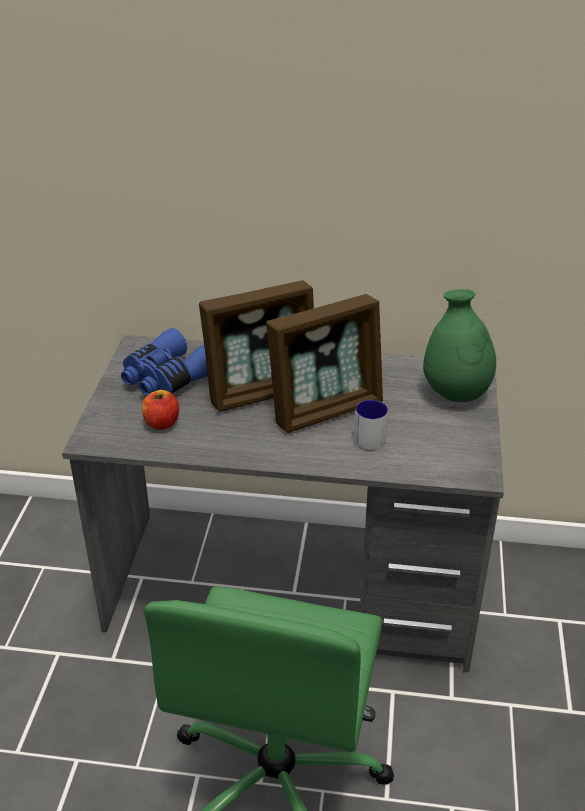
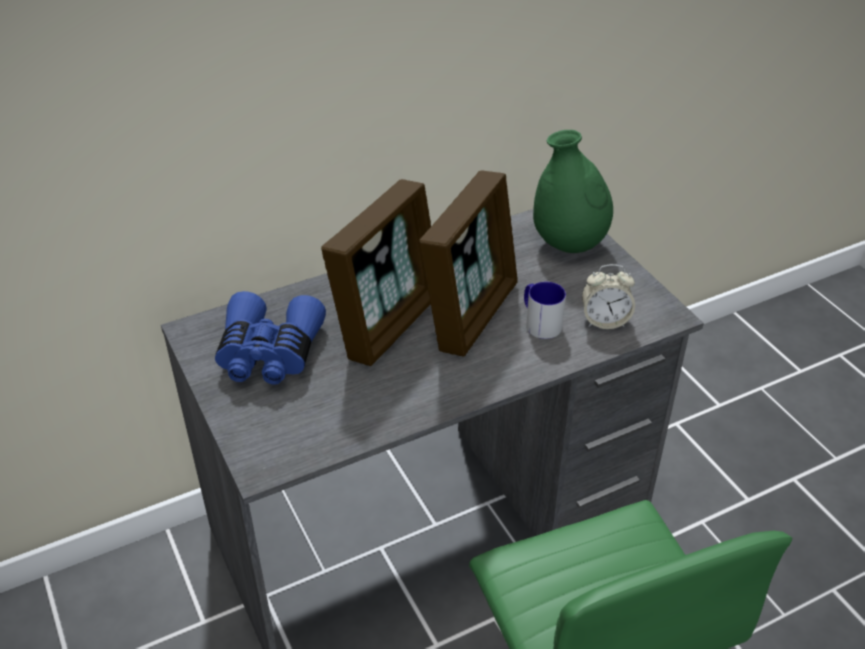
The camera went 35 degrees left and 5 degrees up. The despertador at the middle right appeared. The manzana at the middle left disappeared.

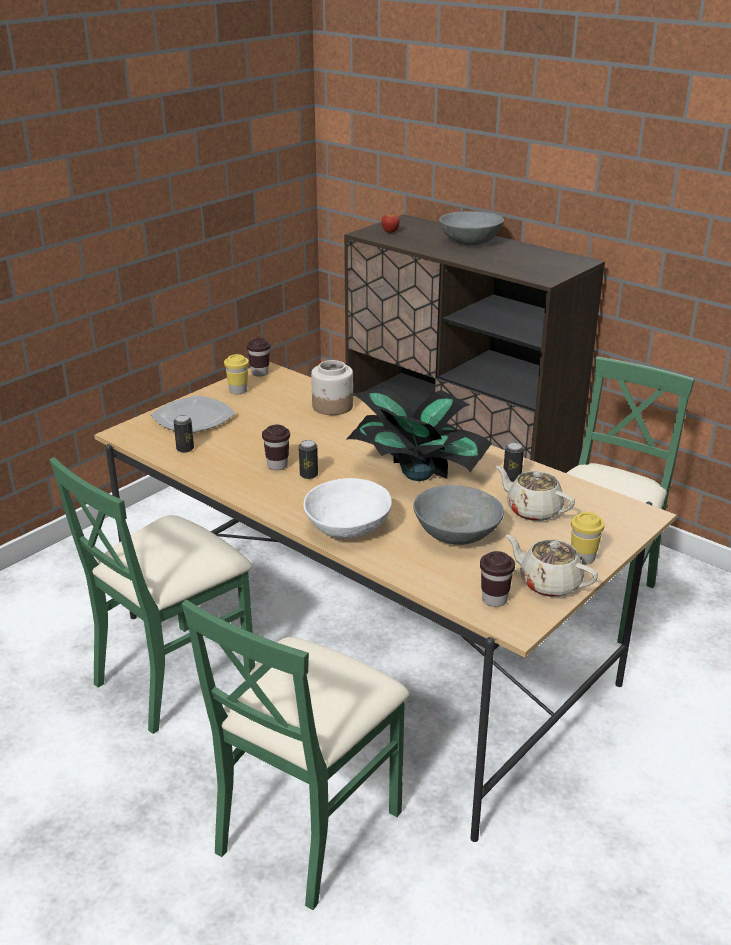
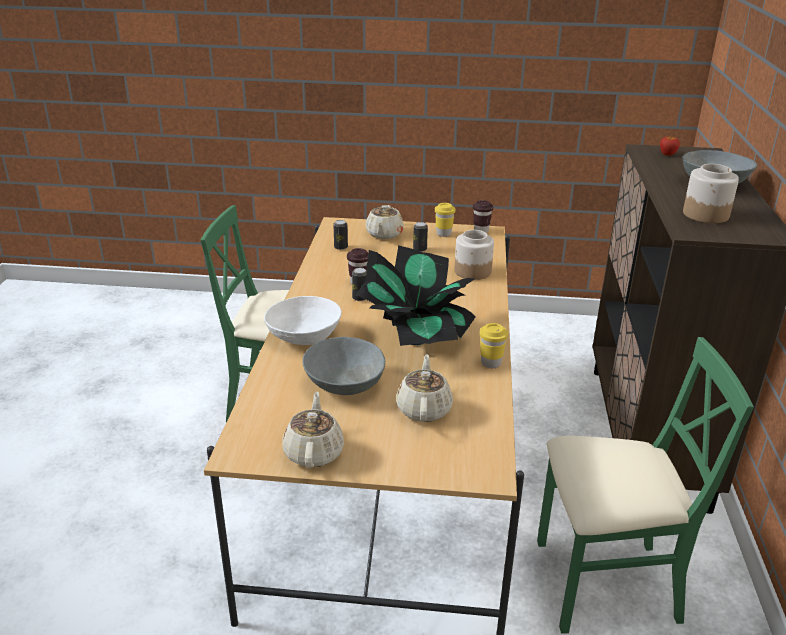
The camera went 55 degrees right and 0 degrees up. The plato at the middle left was replaced by the tetera [beis] (no. 2 from left) at the centre. The lata (no. 3 from left) moved from the middle right to the centre. The taza [amarillo] (no. 2 from left) moved from the middle right to the centre. The tarro (no. 2 from left) at the top right appeared. The silla [verde] (no. 2 from left) at the bottom centre disappeared. The taza [marrón] (no. 3 from left) at the middle right disappeared.

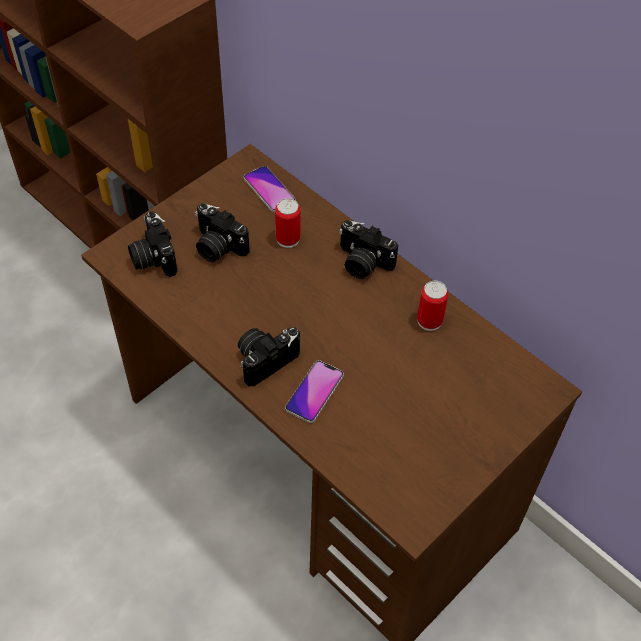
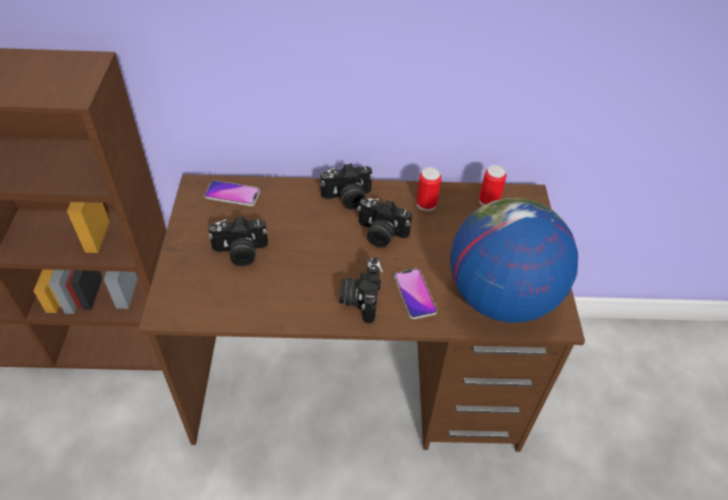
The camera went 45 degrees left and 5 degrees down. The cámara (no. 1 from left in the first image) moved from the middle left to the centre. The globo terráqueo at the middle right appeared. The lata (no. 1 from left in the first image) moved from the centre to the middle right.

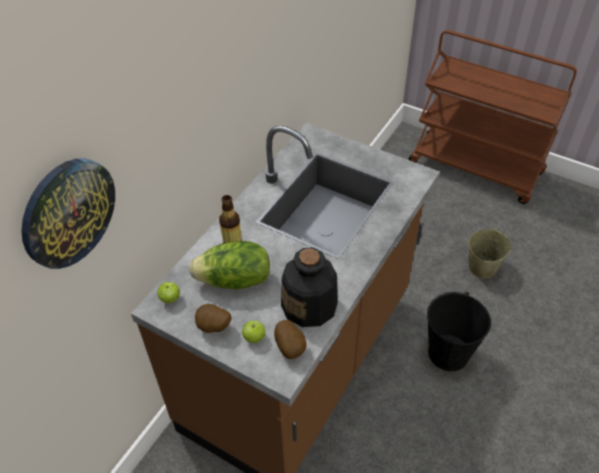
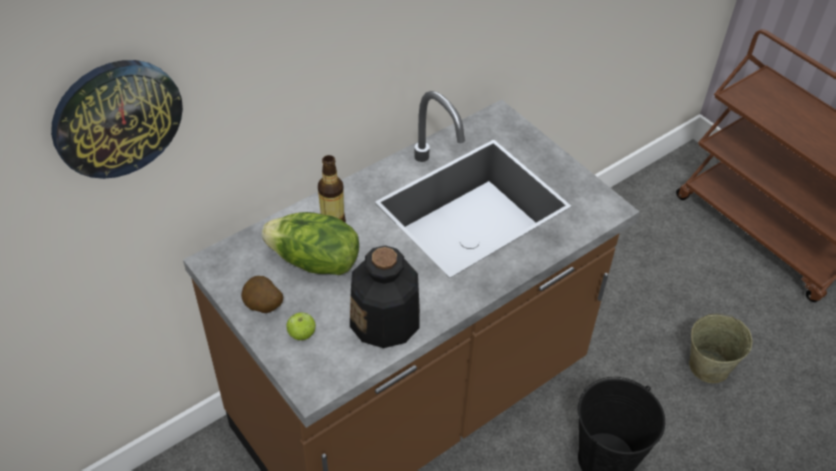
The camera went 20 degrees right and 0 degrees up. The manzana (no. 1 from left) at the middle left disappeared. The patata (no. 2 from left) at the bottom centre disappeared.

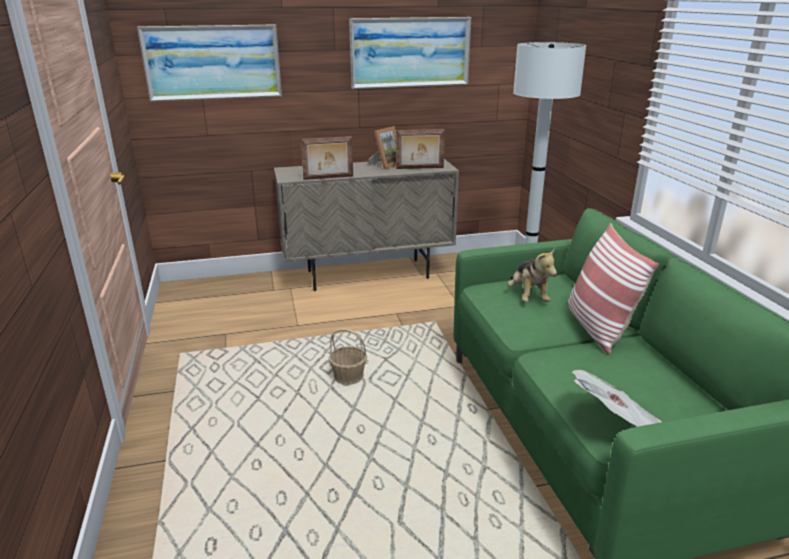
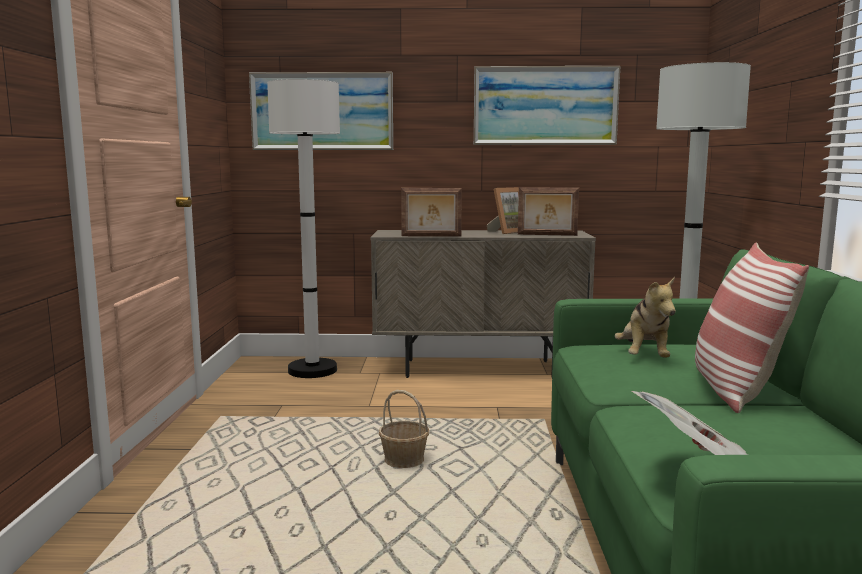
The camera went 15 degrees right and 15 degrees down. The lámpara de pie [blanco] (no. 1 from left) at the centre appeared.

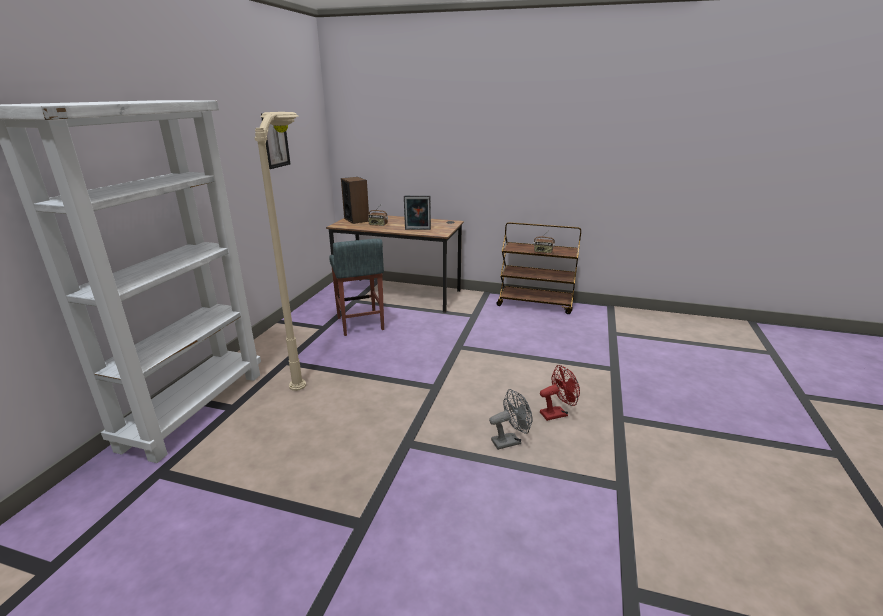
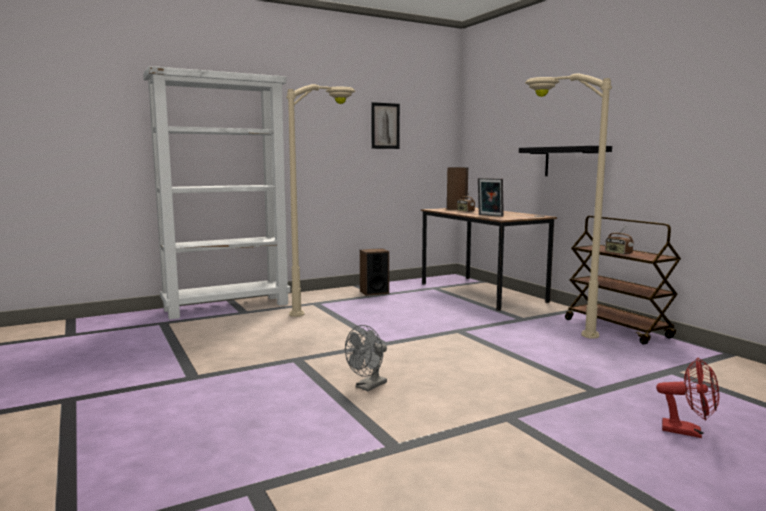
The camera went 45 degrees right and 15 degrees down. The ventilador [gris] at the bottom centre turned 105 degrees clockwise. The altavoz (no. 1 from left) at the centre appeared. The estante [negro] at the top right appeared. The lámpara de pie [beis] (no. 2 from left) at the middle right appeared. The ventilador [rojo] moved from the centre to the bottom right. The taburete [gris] at the centre disappeared.

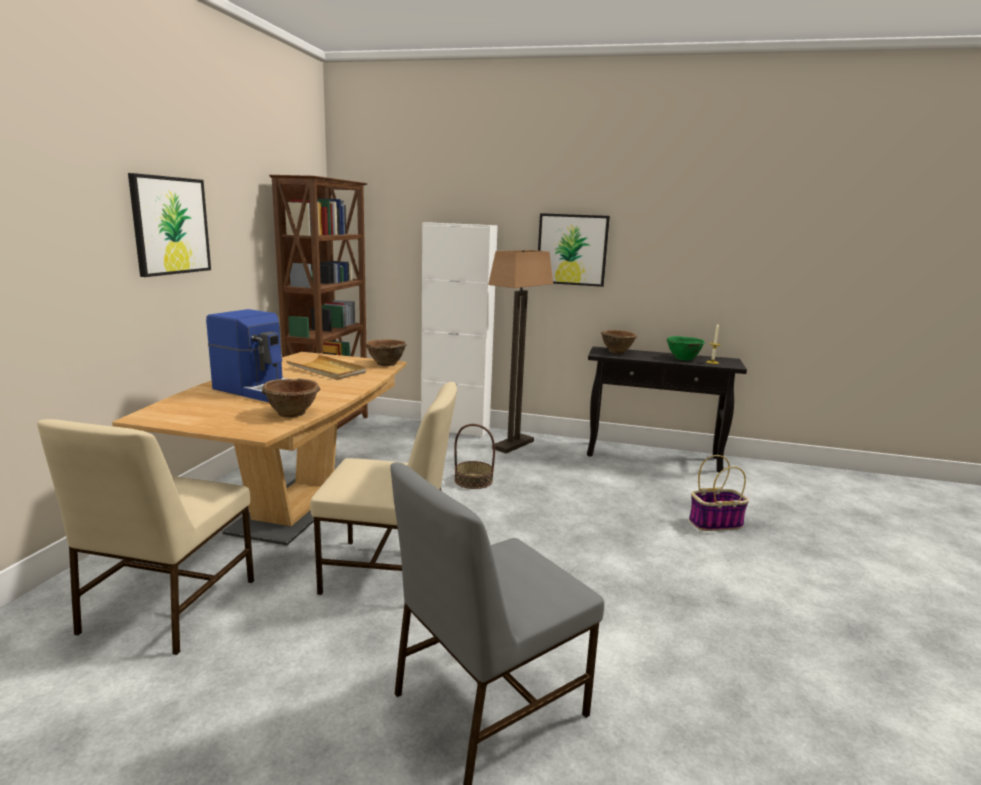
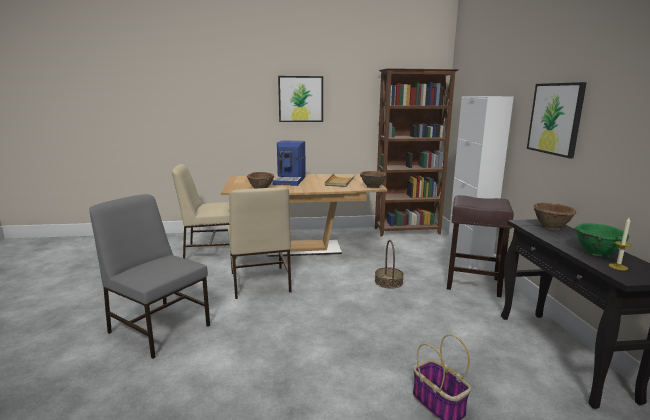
The camera went 70 degrees right and 0 degrees up. The lámpara de pie at the centre was replaced by the taburete [marrón] at the middle right.

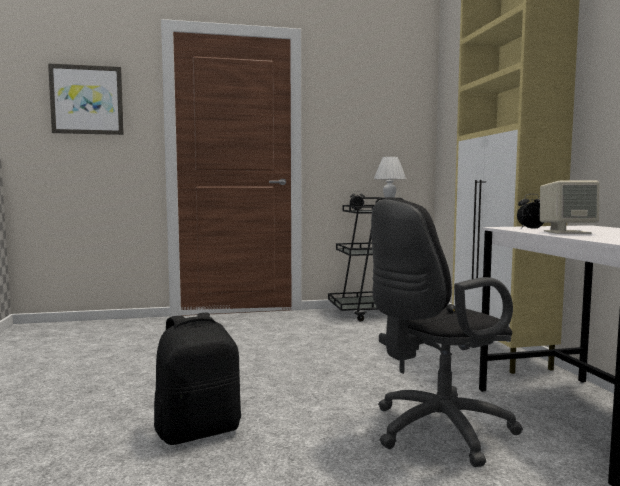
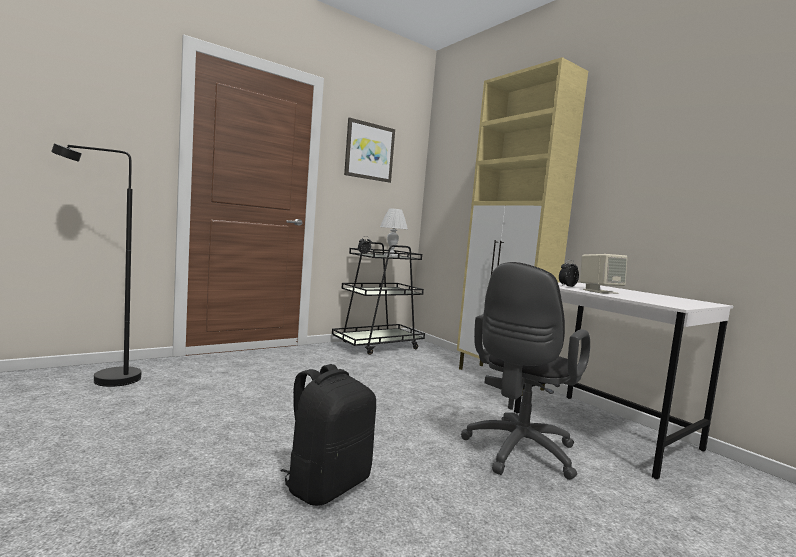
The camera went 25 degrees left and 0 degrees up. The lámpara de pie [negro] at the middle left appeared. The cuadro moved from the top left to the top centre.

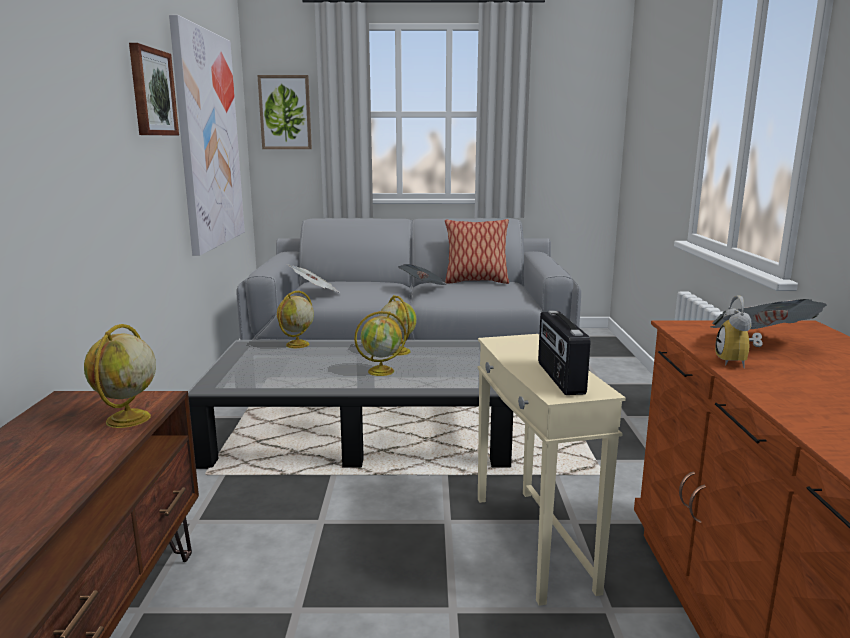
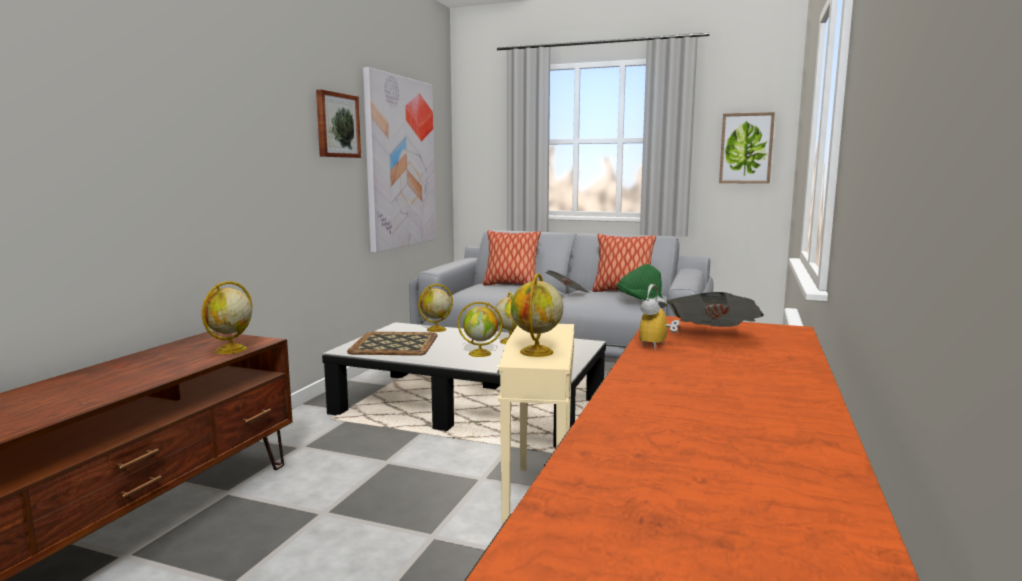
The camera went 20 degrees right and 5 degrees down. The bandeja at the centre appeared. The cojín (no. 1 from left) at the centre appeared. The radio at the centre was replaced by the globo terráqueo (no. 5 from left) at the centre. The sombrero [verde] at the centre appeared. The cuadro (no. 3 from left) moved from the top centre to the top right. The periódico (no. 1 from left) at the centre disappeared.

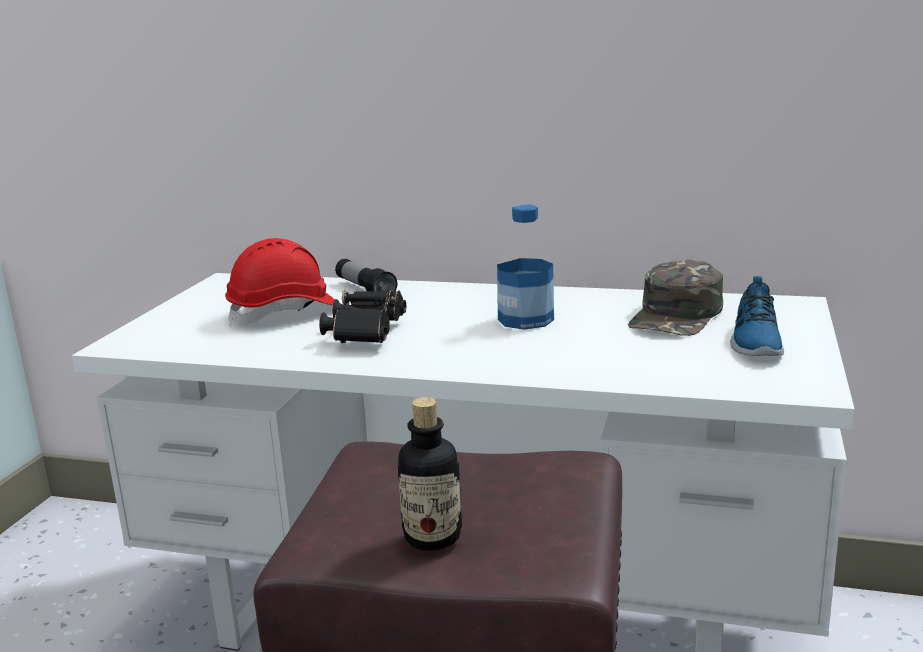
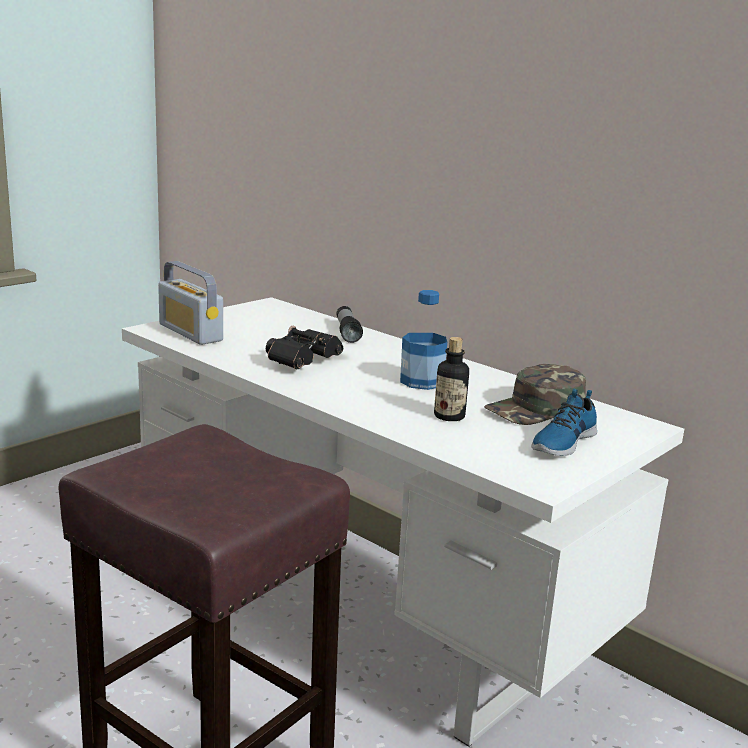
The camera went 25 degrees right and 0 degrees up. The radio at the middle left appeared. The botella (no. 1 from left in the first image) moved from the bottom centre to the centre. The casco [rojo] at the middle left disappeared.

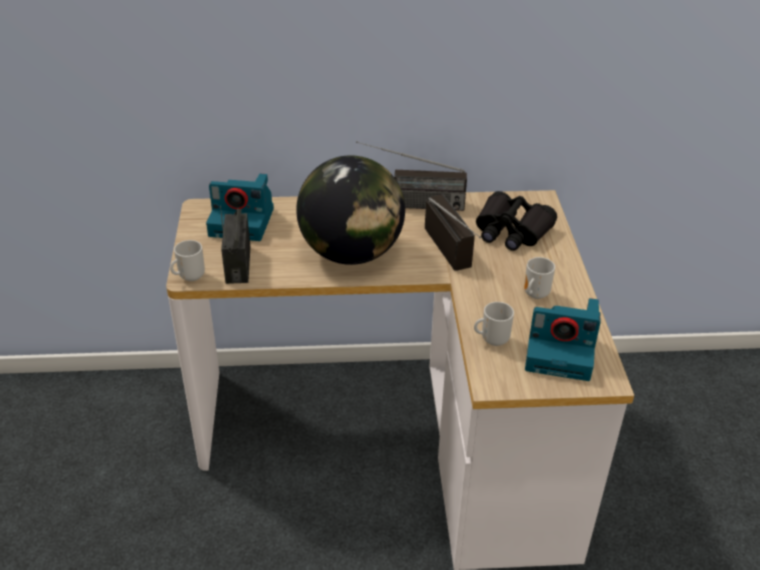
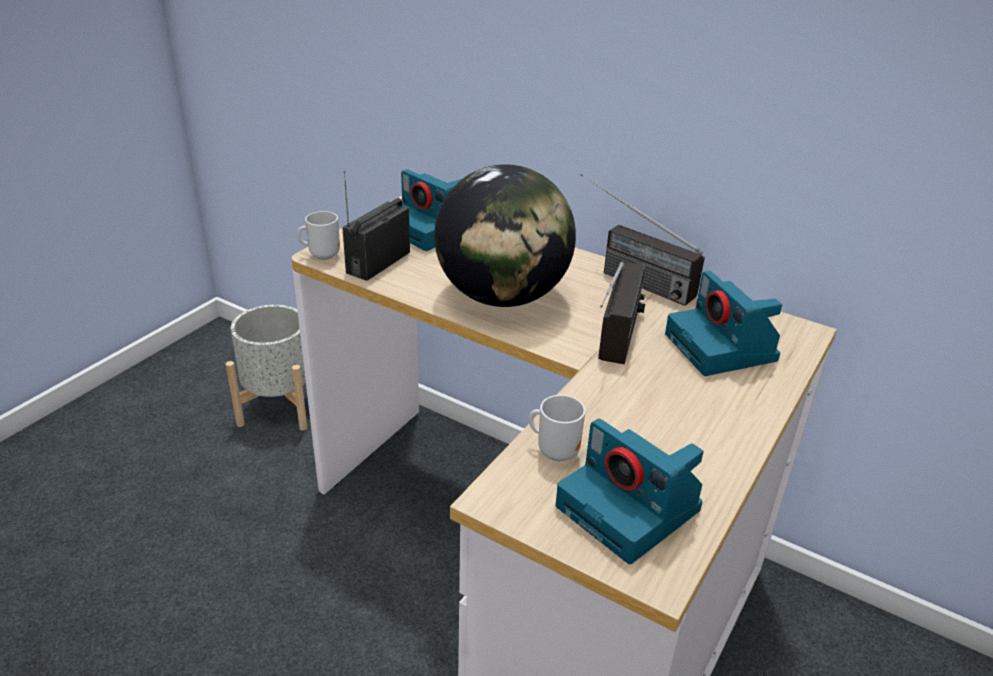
The camera went 35 degrees right and 5 degrees down. The maceta [gris] at the middle left appeared. The prismáticos [negro] at the middle right was replaced by the cámara (no. 3 from left) at the middle right. The taza grande (no. 3 from left) at the middle right disappeared.

